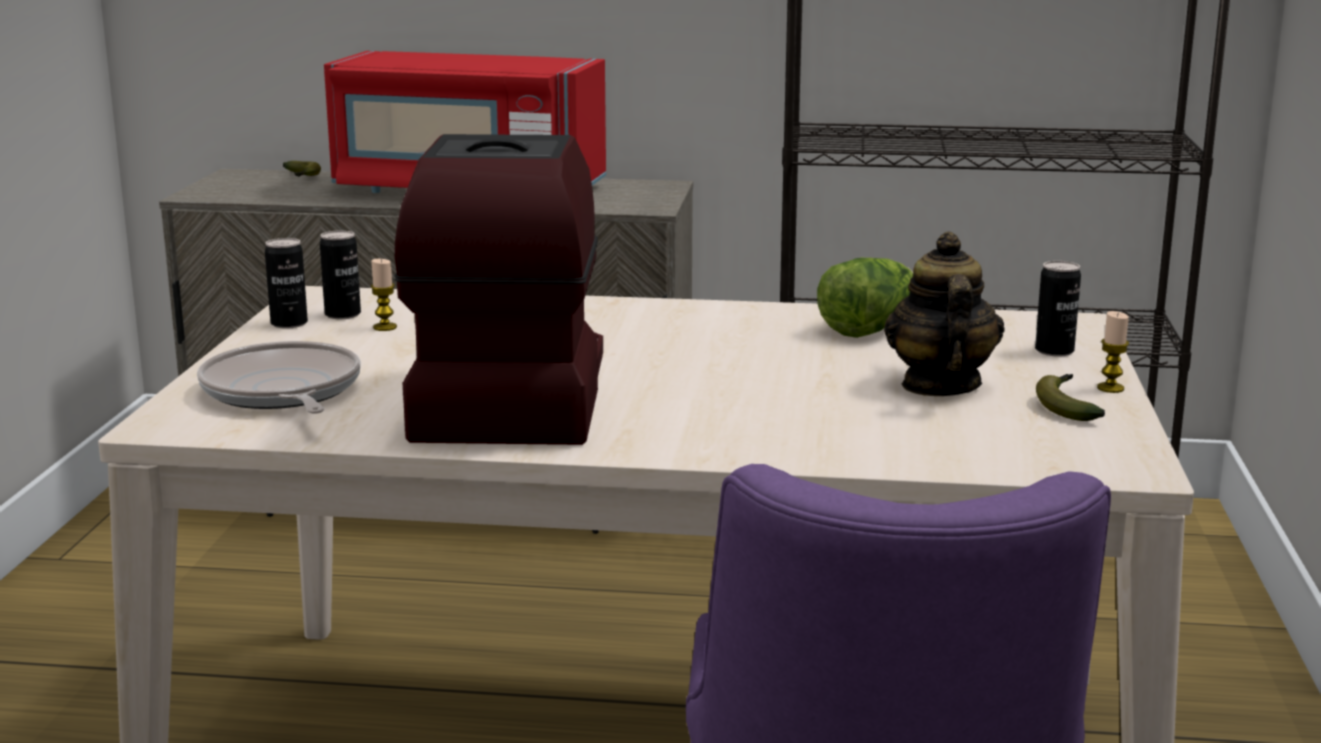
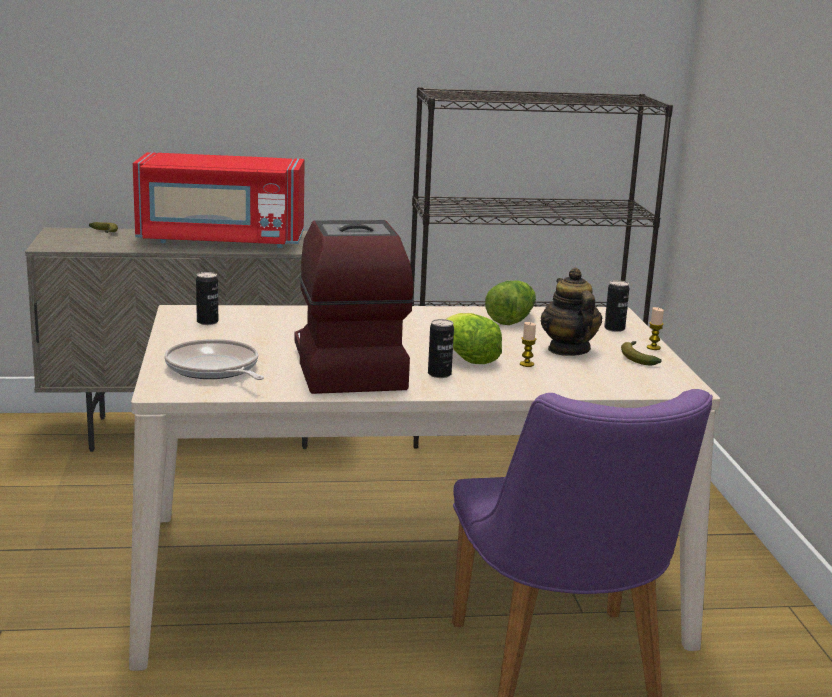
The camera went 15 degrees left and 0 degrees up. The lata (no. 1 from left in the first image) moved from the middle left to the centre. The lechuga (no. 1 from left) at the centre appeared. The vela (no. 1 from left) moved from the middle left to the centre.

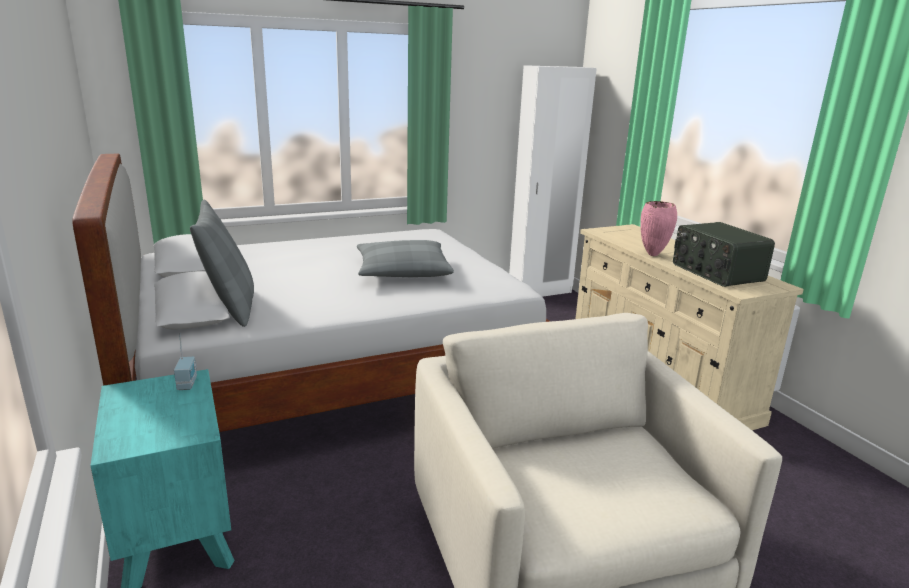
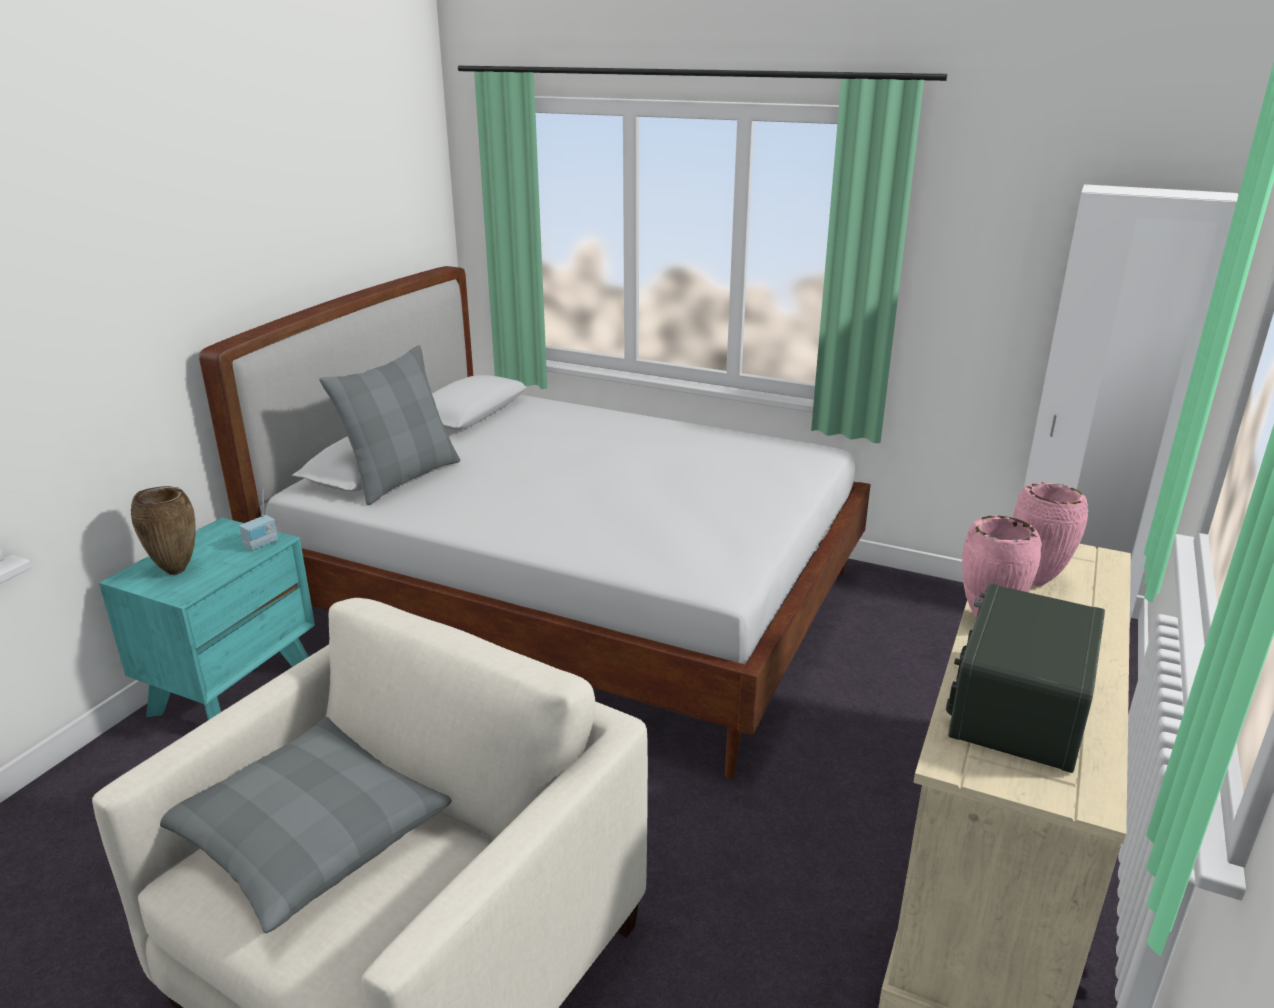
The camera went 50 degrees right and 5 degrees up. The florero [marrón] at the middle left appeared. The cojín [gris] (no. 2 from left in the first image) moved from the centre to the bottom left. The florero [rosa] (no. 2 from left) at the middle right appeared.

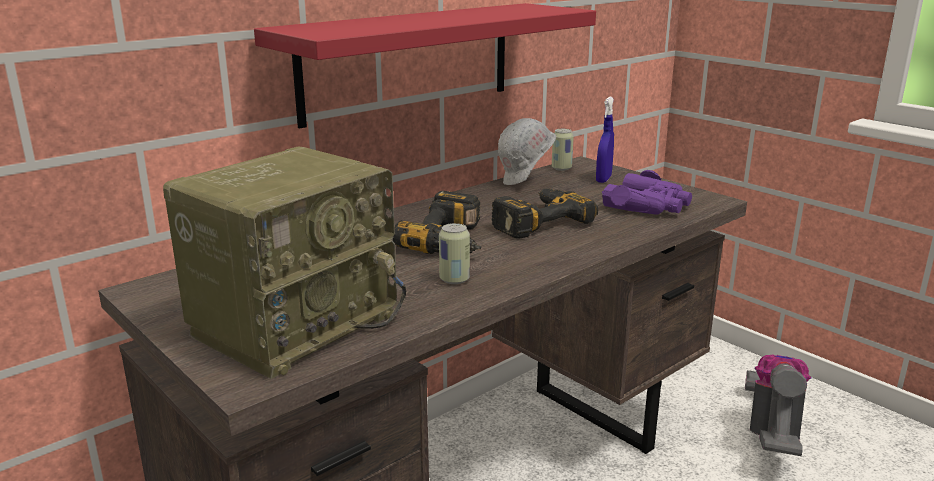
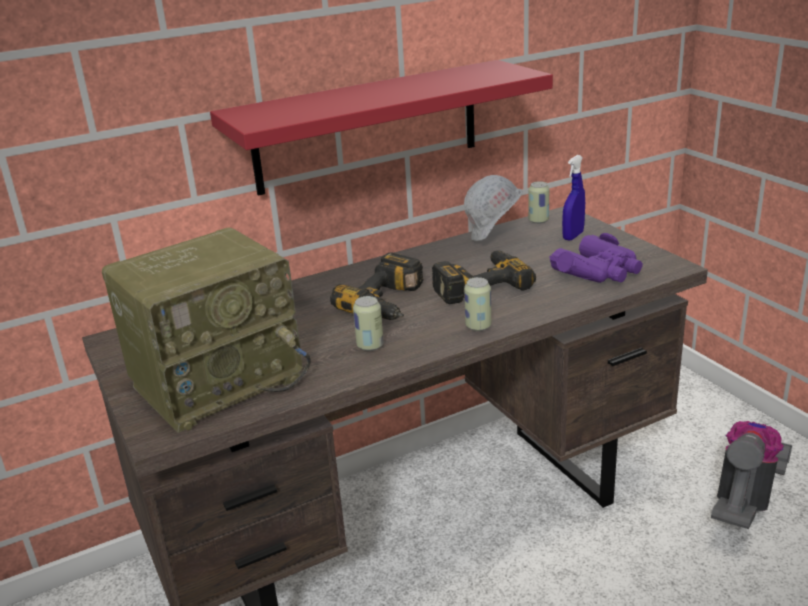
The camera went 15 degrees right and 5 degrees up. The lata (no. 2 from left) at the centre appeared.

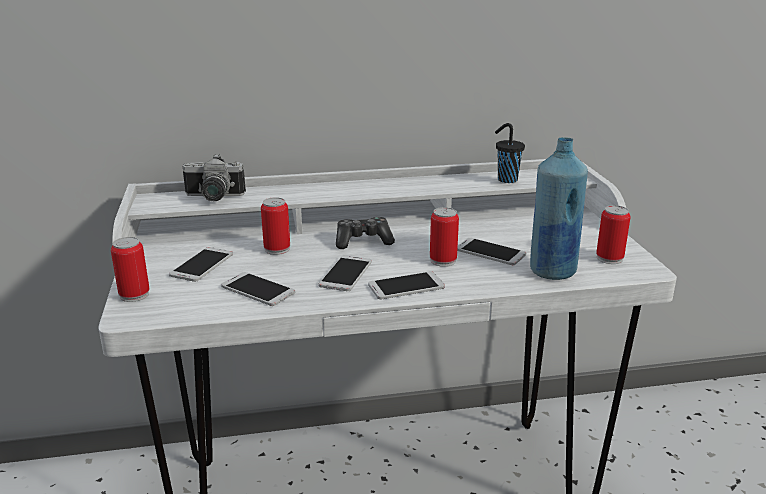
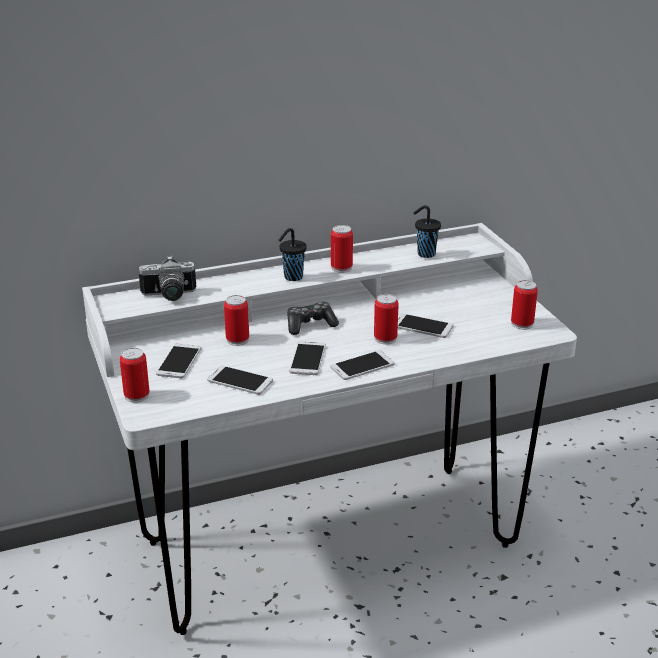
The camera went 10 degrees left and 5 degrees up. The taza [negro] (no. 1 from left) at the centre appeared. The lata (no. 3 from left) at the centre appeared. The botella [azul] at the middle right disappeared.

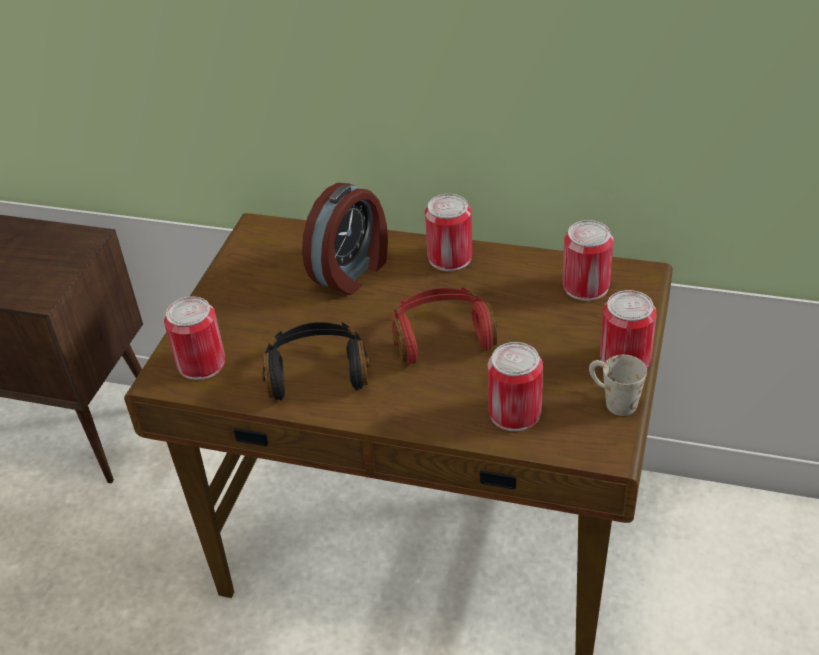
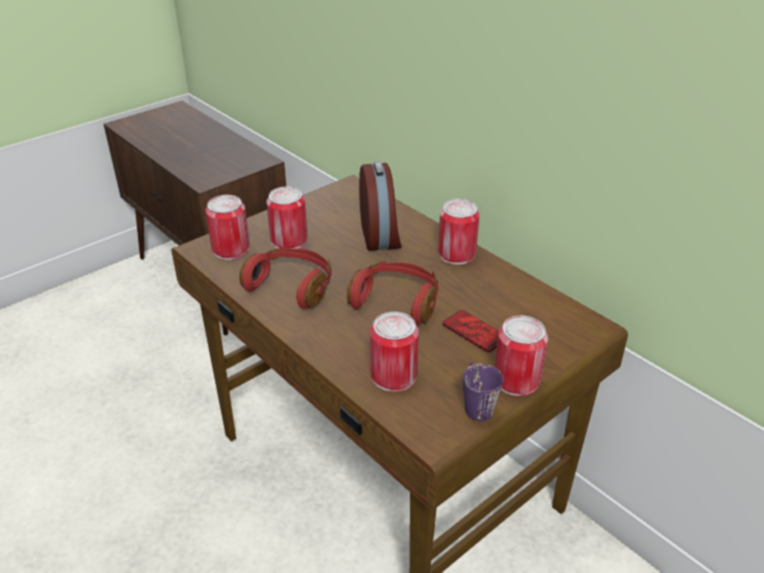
The camera went 30 degrees right and 5 degrees down. The auriculares [negro] at the centre became the auriculares [rojo] (no. 1 from left) at the centre. The lata (no. 4 from left in the first image) moved from the middle right to the centre. The despertador at the centre turned 75 degrees counterclockwise. The móvil at the centre appeared. The taza grande [blanco] at the middle right became the taza grande [morado] at the bottom centre.

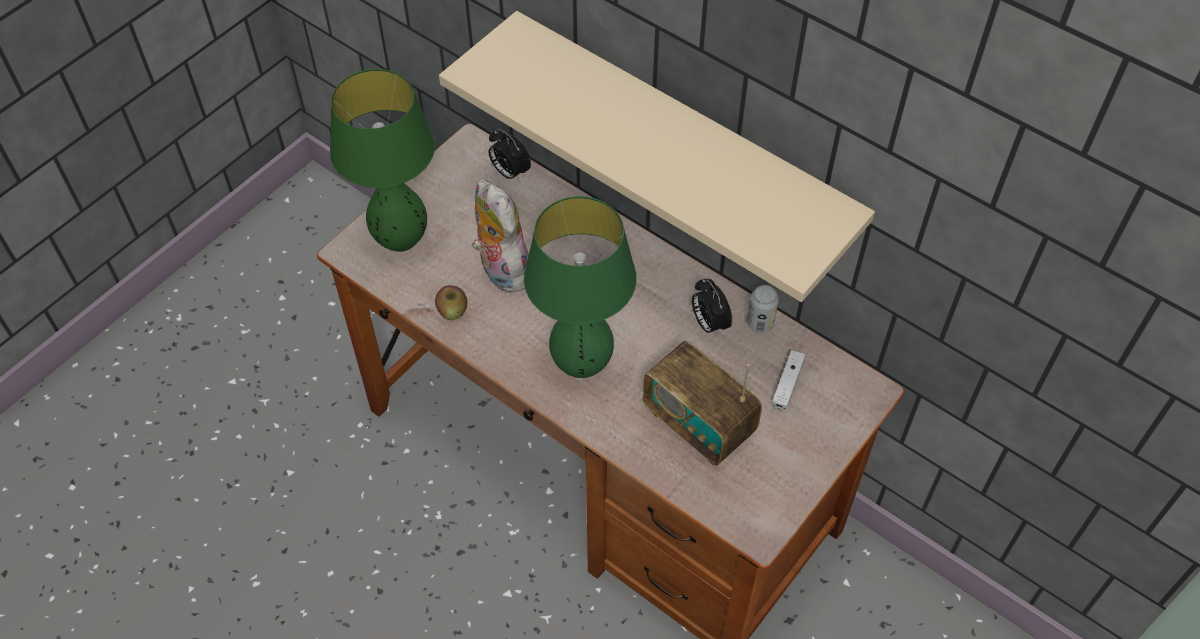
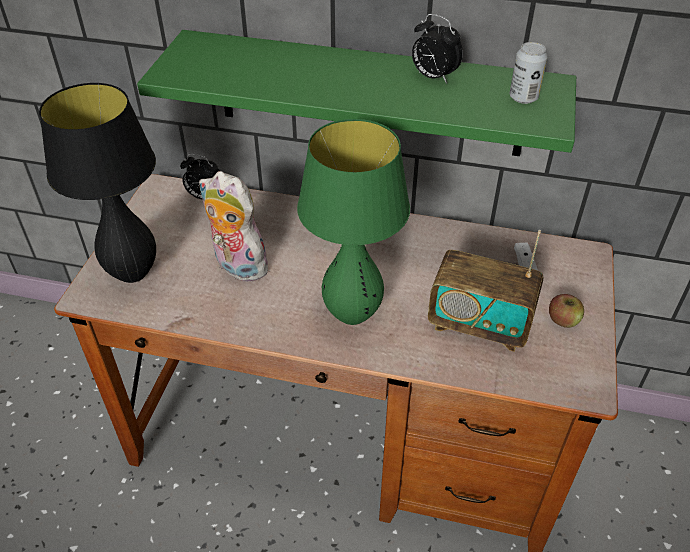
The camera went 25 degrees left and 10 degrees down. The lámpara de mesa [verde] (no. 1 from left) at the top left became the lámpara de mesa [negro] at the top left. The estante [beis] at the top centre became the estante [verde] at the top centre. The despertador (no. 2 from left) moved from the centre to the top centre. The lata moved from the centre to the top right. The manzana moved from the centre to the middle right.

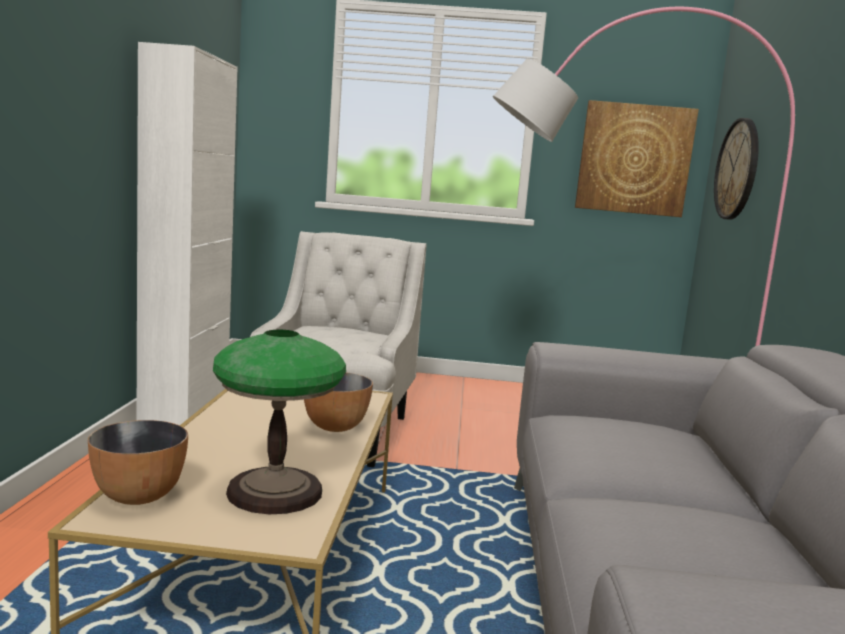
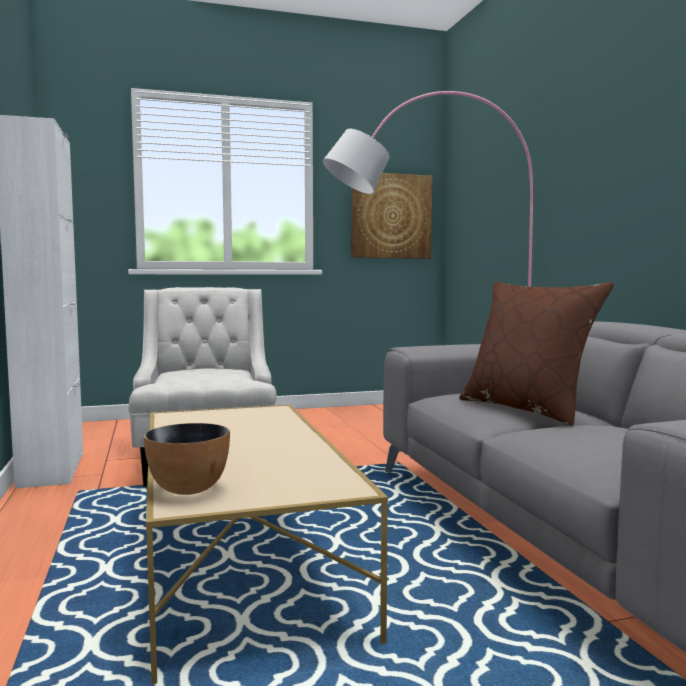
The camera went 20 degrees left and 5 degrees down. The cojín [marrón] at the middle right appeared. The lámpara de mesa at the middle left disappeared. The cuenco (no. 2 from left) at the centre disappeared. The reloj de pared at the top right disappeared.

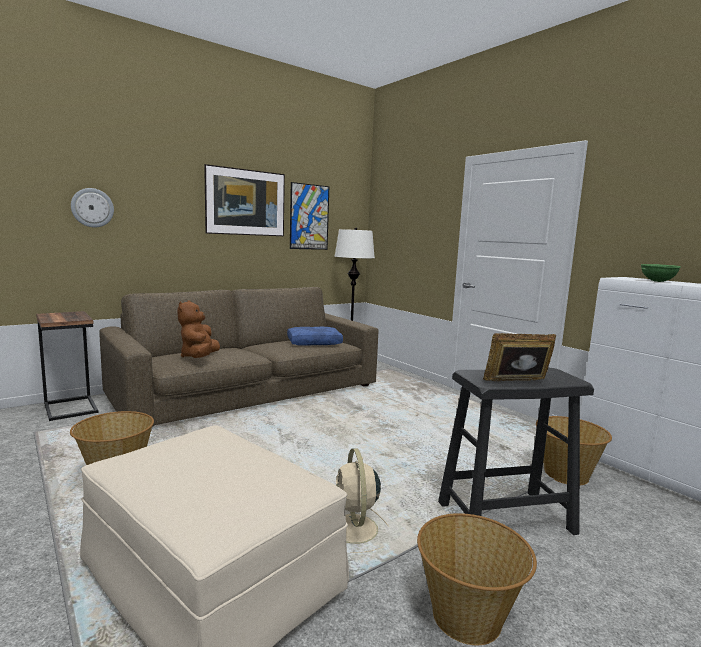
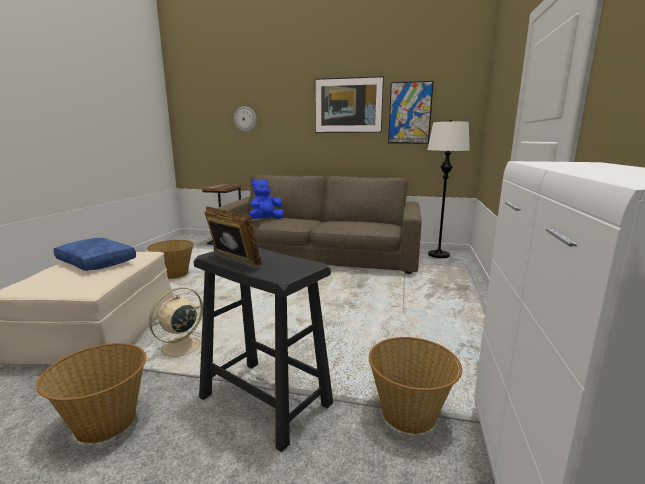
The camera went 50 degrees right and 5 degrees up. The cojín [azul] moved from the centre to the middle left. The peluche [marrón] at the middle left became the peluche [azul] at the centre. The cuenco [verde] at the middle right disappeared.

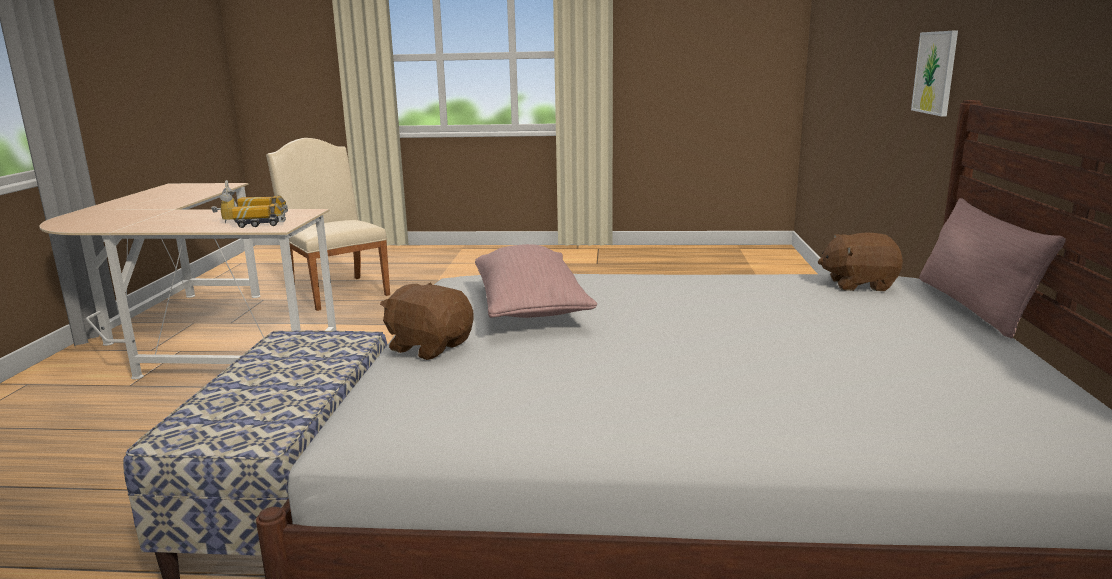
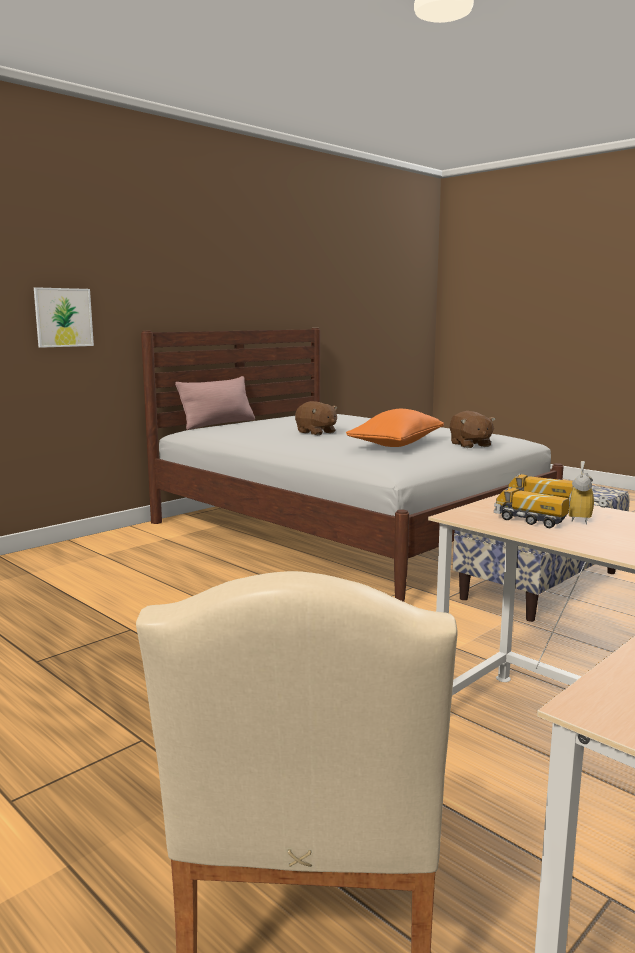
The camera went 140 degrees left and 5 degrees down. The peluche [marrón] (no. 2 from left in the first image) moved from the middle right to the centre. The cojín [rosa] (no. 1 from left) at the centre became the cojín [naranja] at the centre.

